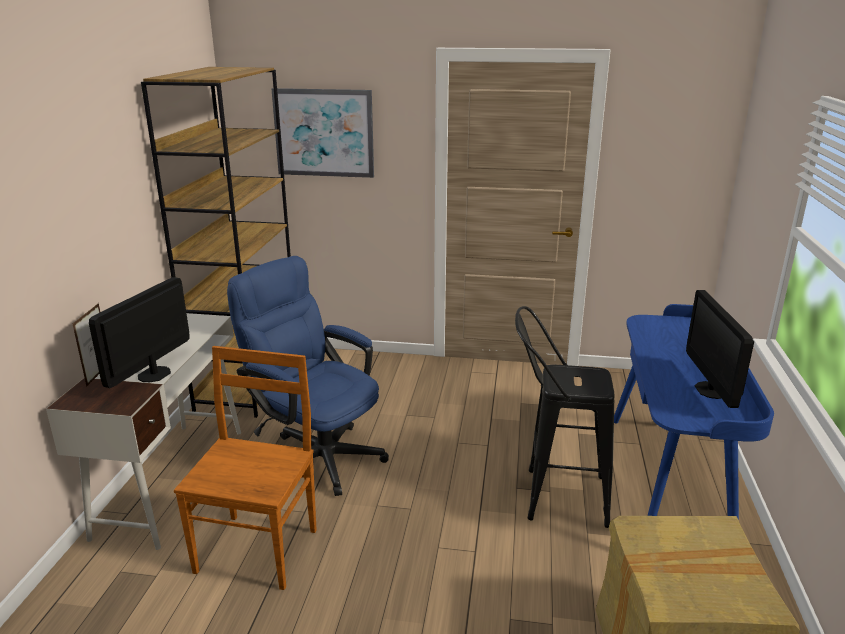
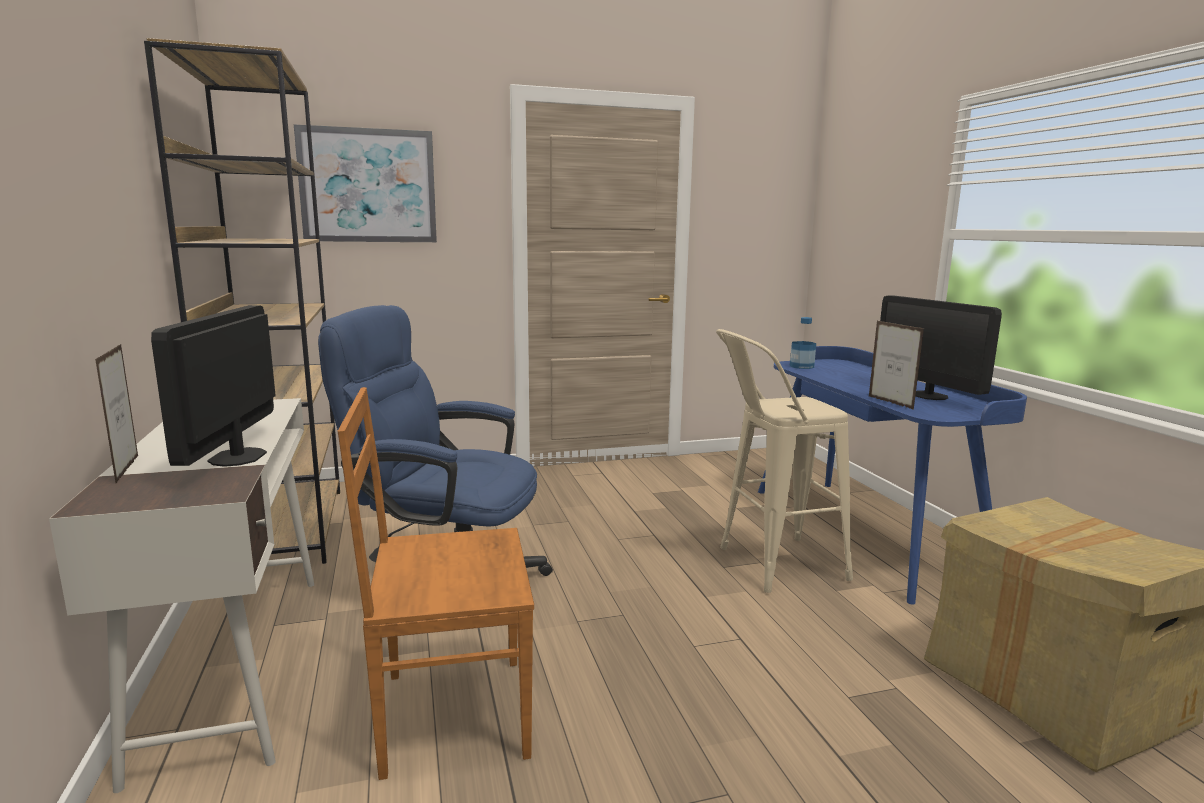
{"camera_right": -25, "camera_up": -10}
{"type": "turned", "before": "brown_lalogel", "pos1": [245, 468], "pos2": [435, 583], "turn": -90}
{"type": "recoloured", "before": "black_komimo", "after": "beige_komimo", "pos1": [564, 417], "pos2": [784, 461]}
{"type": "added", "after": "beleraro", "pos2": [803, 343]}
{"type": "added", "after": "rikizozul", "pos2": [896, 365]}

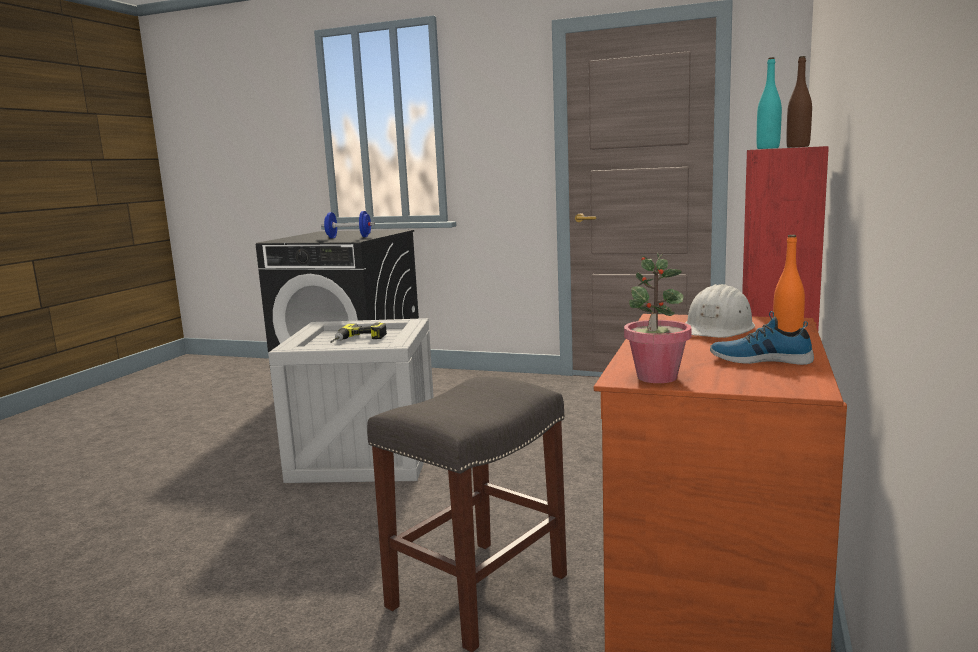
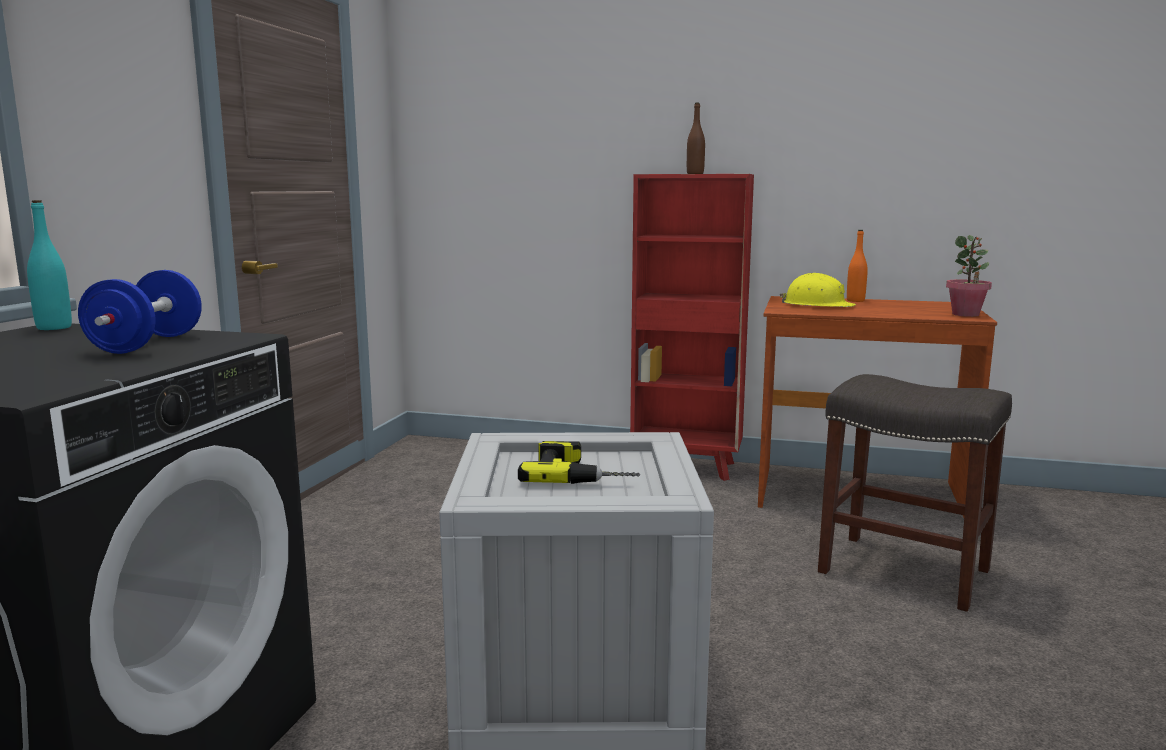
{"camera_right": -95, "camera_up": 0}
{"type": "recoloured", "before": "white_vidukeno", "after": "yellow_vidukeno", "pos1": [720, 311], "pos2": [818, 290]}
{"type": "removed", "before": "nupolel", "pos1": [762, 338]}
{"type": "moved", "before": "turquoise_beleraro", "pos1": [769, 103], "pos2": [49, 265]}

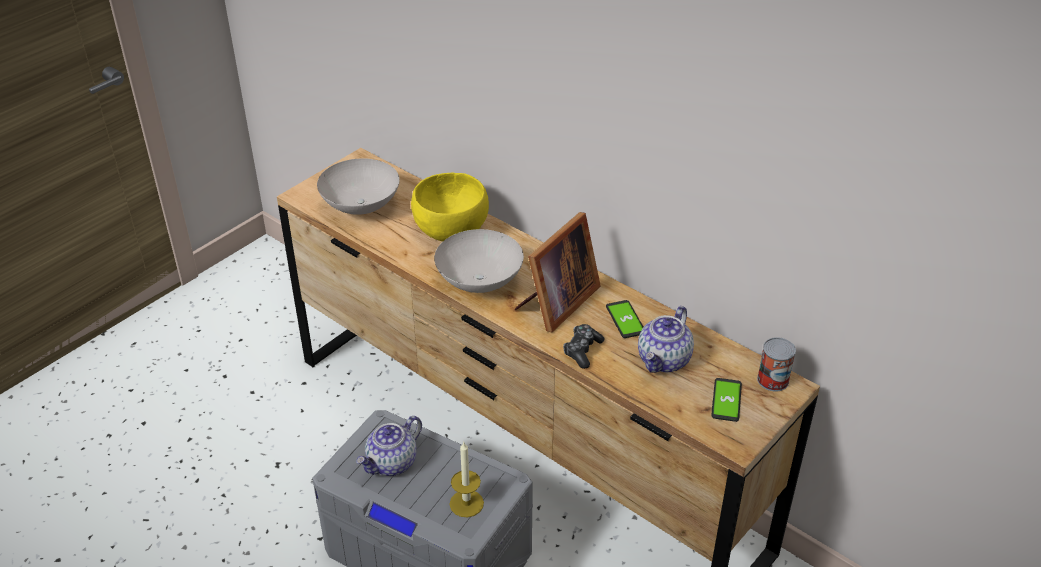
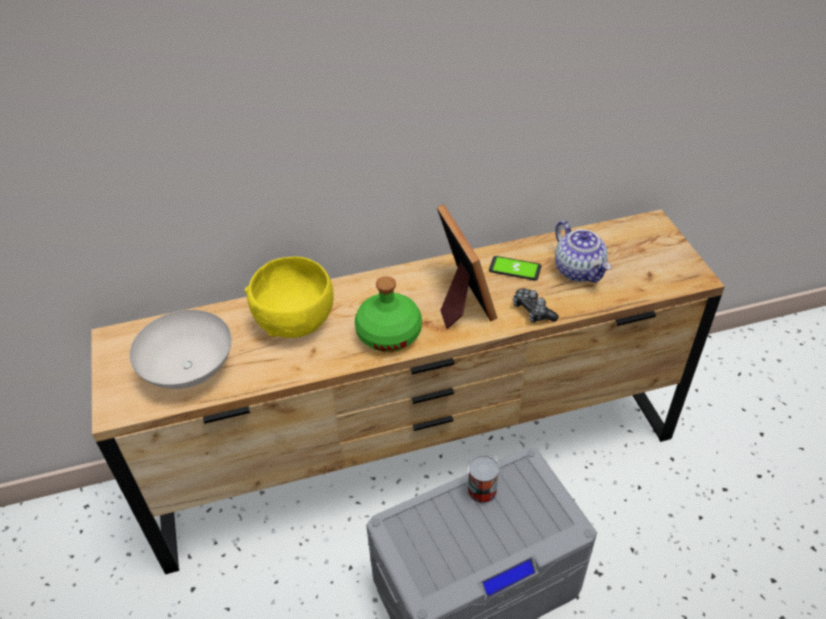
{"camera_right": -55, "camera_up": 5}
{"type": "removed", "before": "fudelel", "pos1": [389, 446]}
{"type": "replaced", "before": "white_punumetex", "after": "green_beleraro", "pos1": [479, 261], "pos2": [388, 314]}
{"type": "removed", "before": "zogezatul", "pos1": [467, 479]}
{"type": "removed", "before": "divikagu", "pos1": [726, 400]}
{"type": "moved", "before": "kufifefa", "pos1": [776, 364], "pos2": [483, 479]}

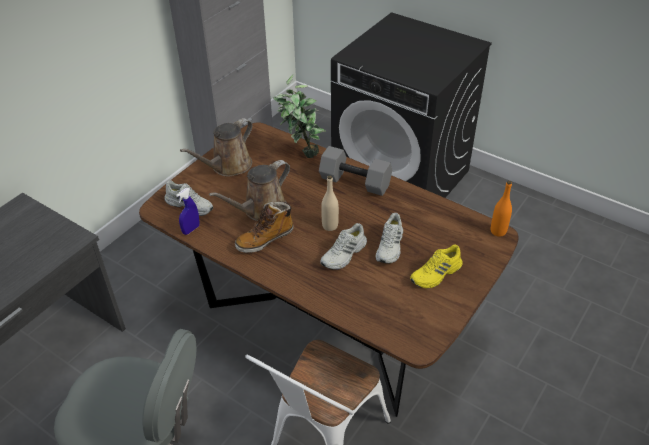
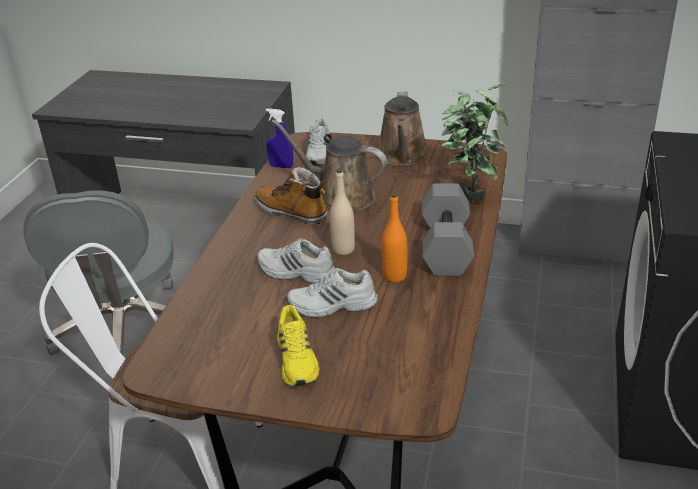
{"camera_right": 70, "camera_up": -10}
{"type": "turned", "before": "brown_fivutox", "pos1": [216, 147], "pos2": [404, 128], "turn": -105}
{"type": "turned", "before": "yellow_nupolel", "pos1": [436, 266], "pos2": [298, 345], "turn": -135}
{"type": "moved", "before": "orange_beleraro", "pos1": [501, 209], "pos2": [394, 238]}

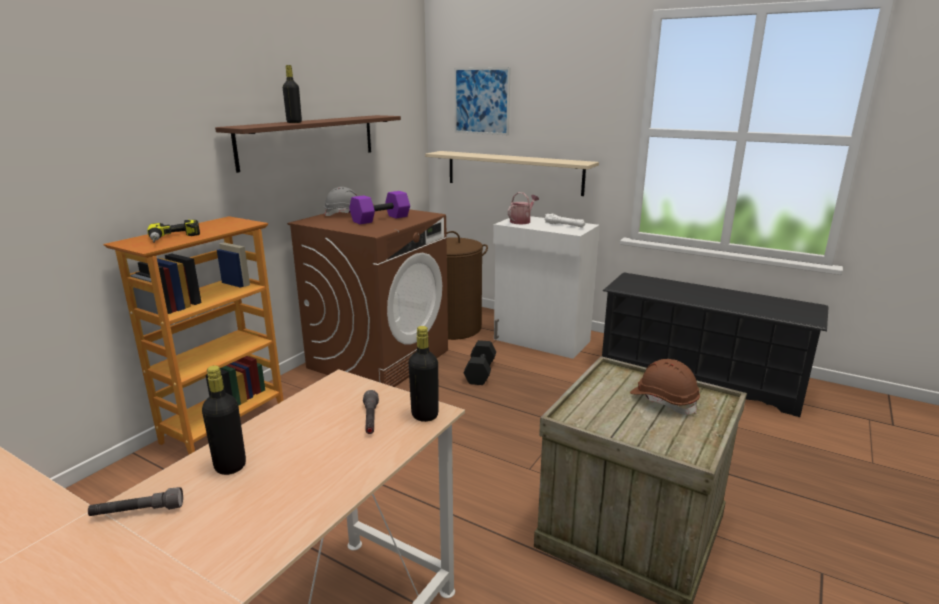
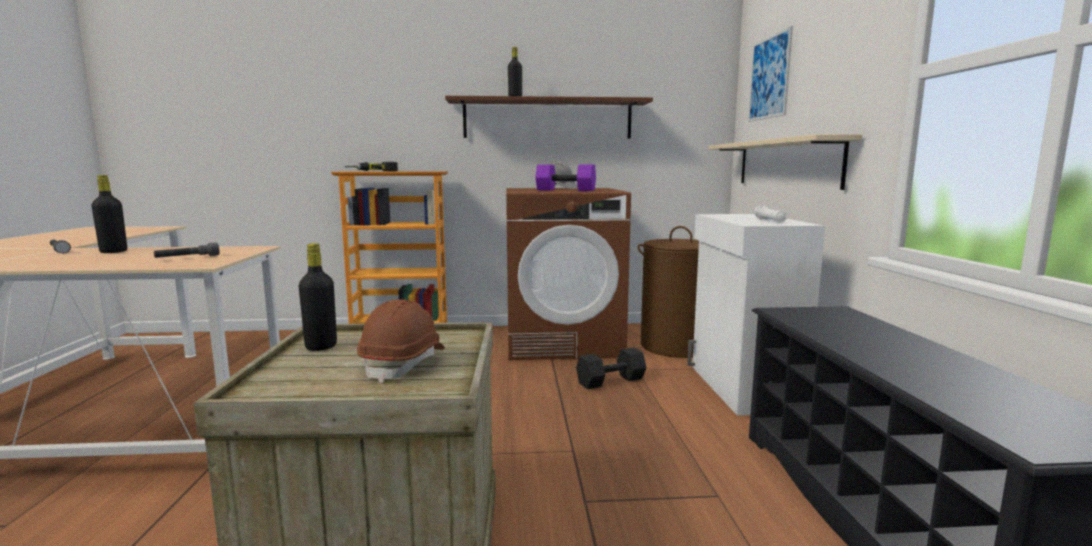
{"camera_right": 55, "camera_up": -10}
{"type": "moved", "before": "black_beleraro", "pos1": [423, 374], "pos2": [318, 297]}
{"type": "removed", "before": "fivutox", "pos1": [523, 208]}

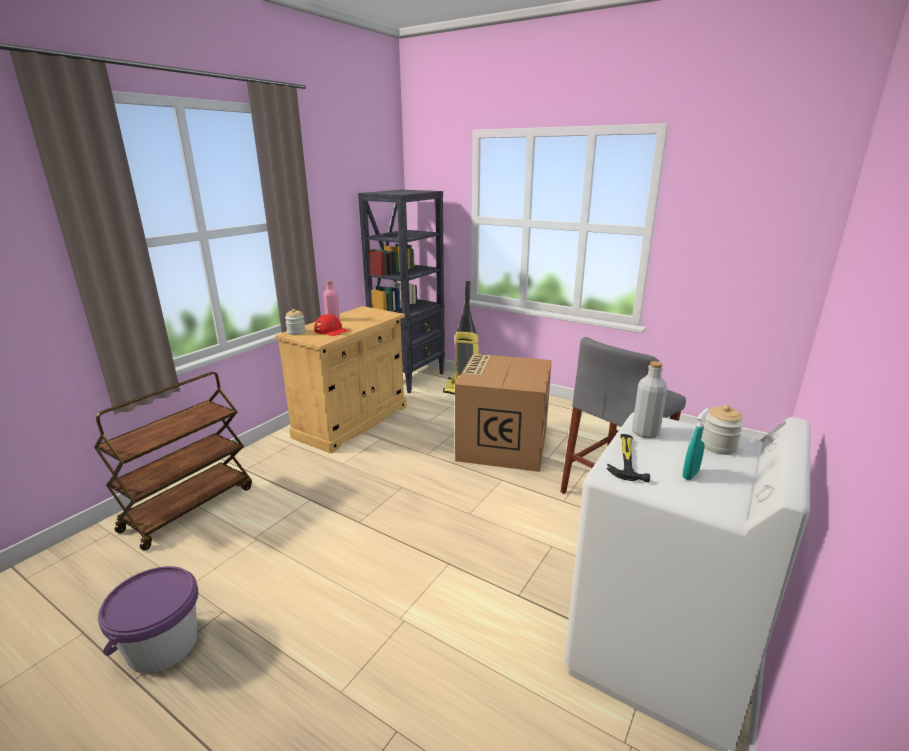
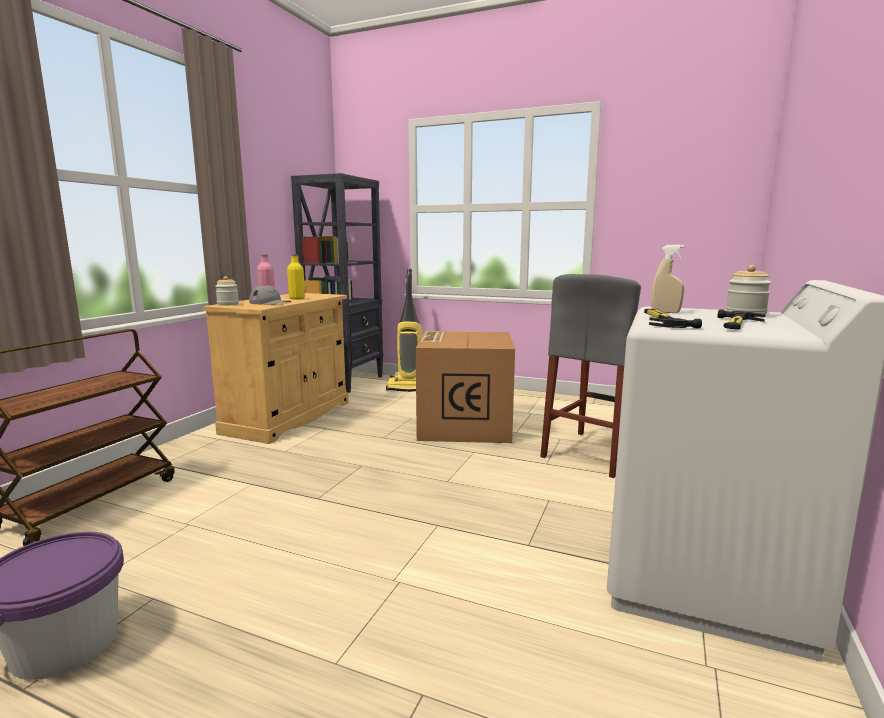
{"camera_right": -10, "camera_up": -10}
{"type": "recoloured", "before": "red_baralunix", "after": "grey_baralunix", "pos1": [332, 325], "pos2": [270, 295]}
{"type": "replaced", "before": "grey_beleraro", "after": "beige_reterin", "pos1": [649, 399], "pos2": [667, 279]}
{"type": "replaced", "before": "turquoise_reterin", "after": "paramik", "pos1": [695, 444], "pos2": [741, 319]}
{"type": "added", "after": "yellow_beleraro", "pos2": [296, 276]}

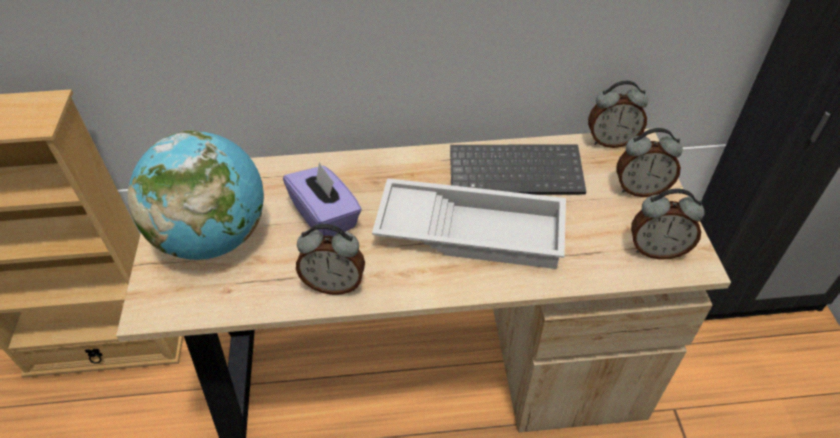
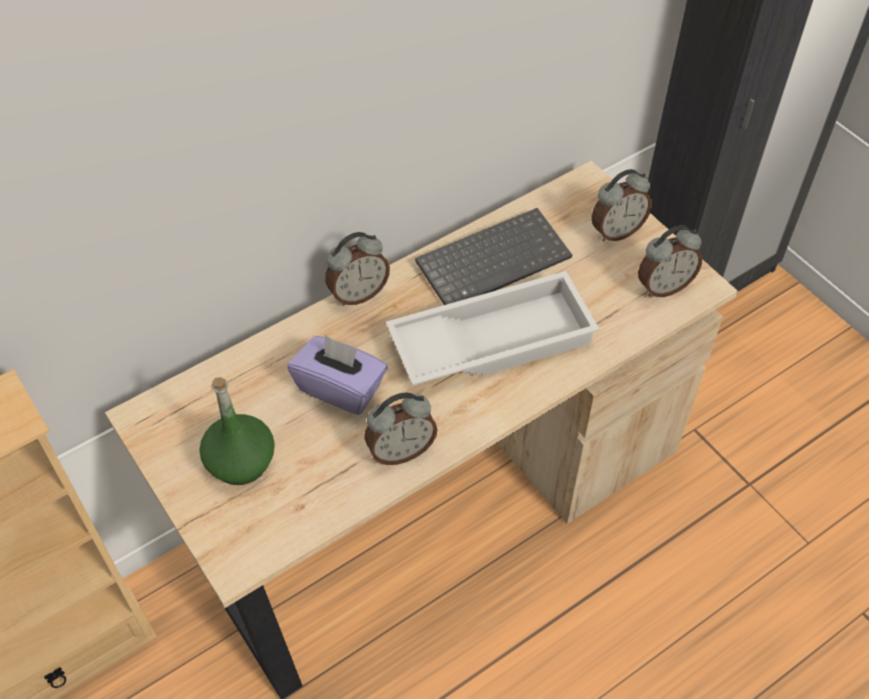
{"camera_right": -30, "camera_up": 5}
{"type": "replaced", "before": "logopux", "after": "green_beleraro", "pos1": [195, 195], "pos2": [237, 431]}
{"type": "moved", "before": "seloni", "pos1": [618, 114], "pos2": [357, 269]}

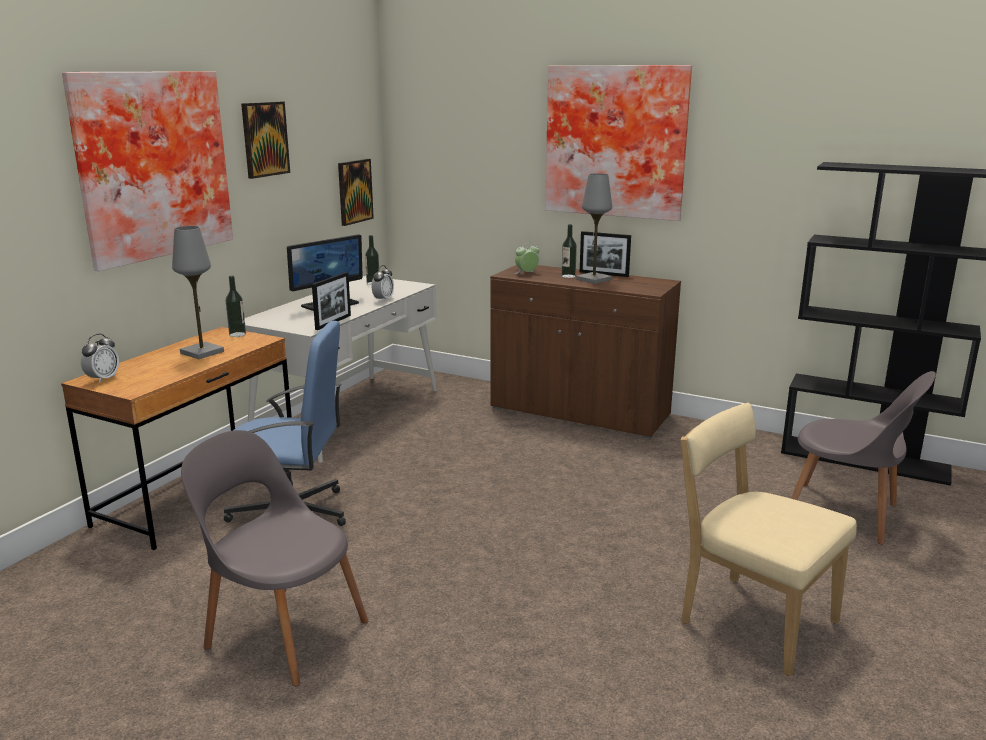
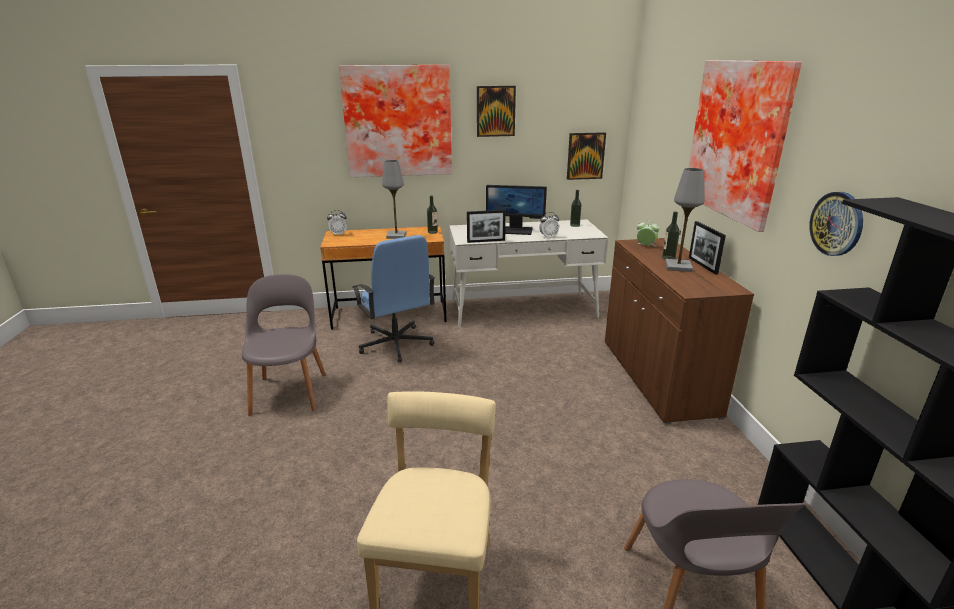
{"camera_right": 55, "camera_up": 5}
{"type": "added", "after": "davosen", "pos2": [836, 224]}

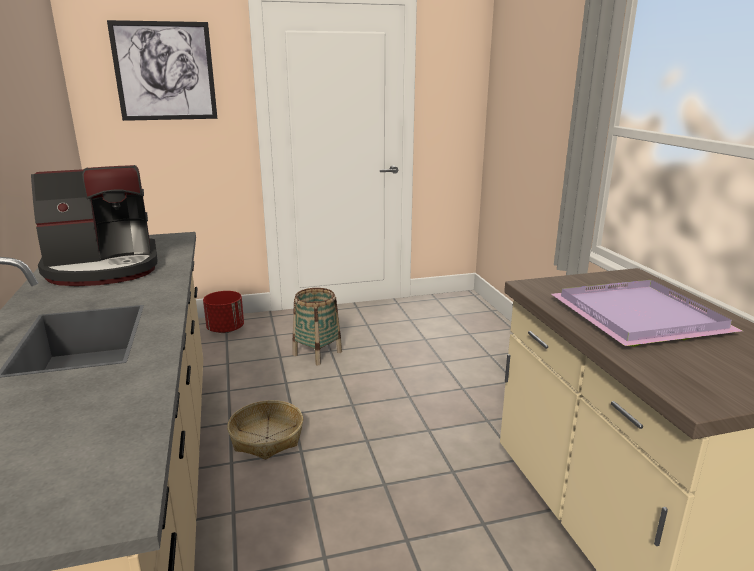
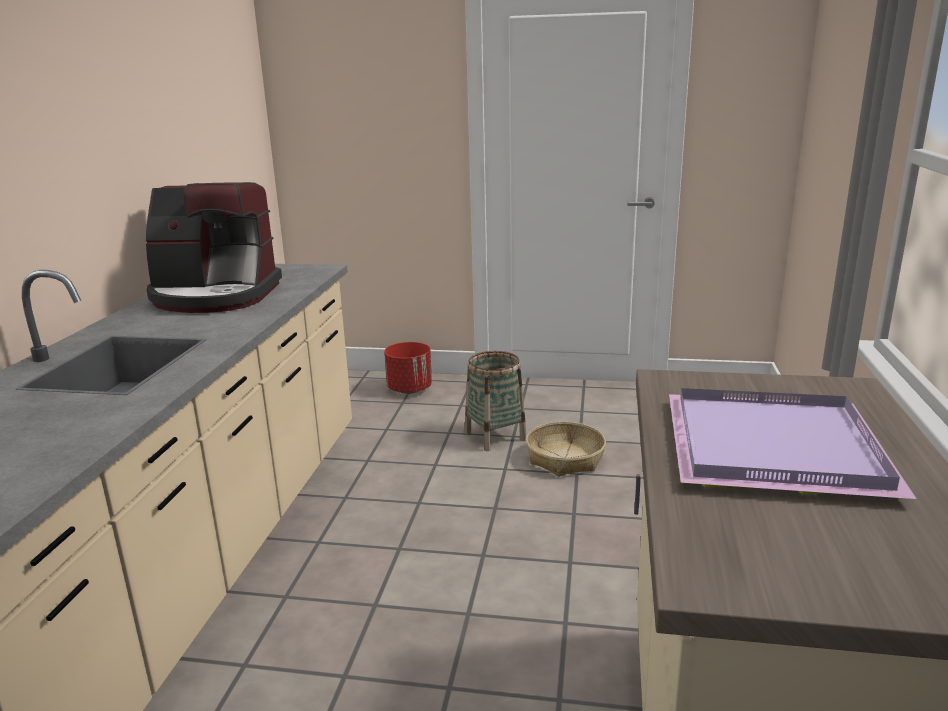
{"camera_right": 25, "camera_up": 0}
{"type": "removed", "before": "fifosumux", "pos1": [162, 70]}
{"type": "moved", "before": "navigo", "pos1": [265, 430], "pos2": [566, 449]}

